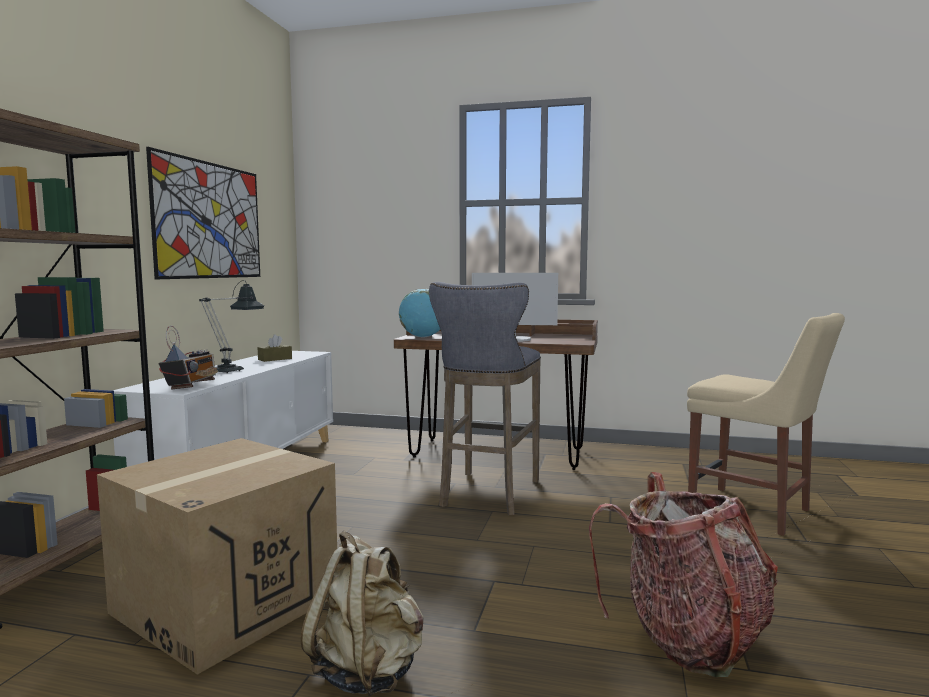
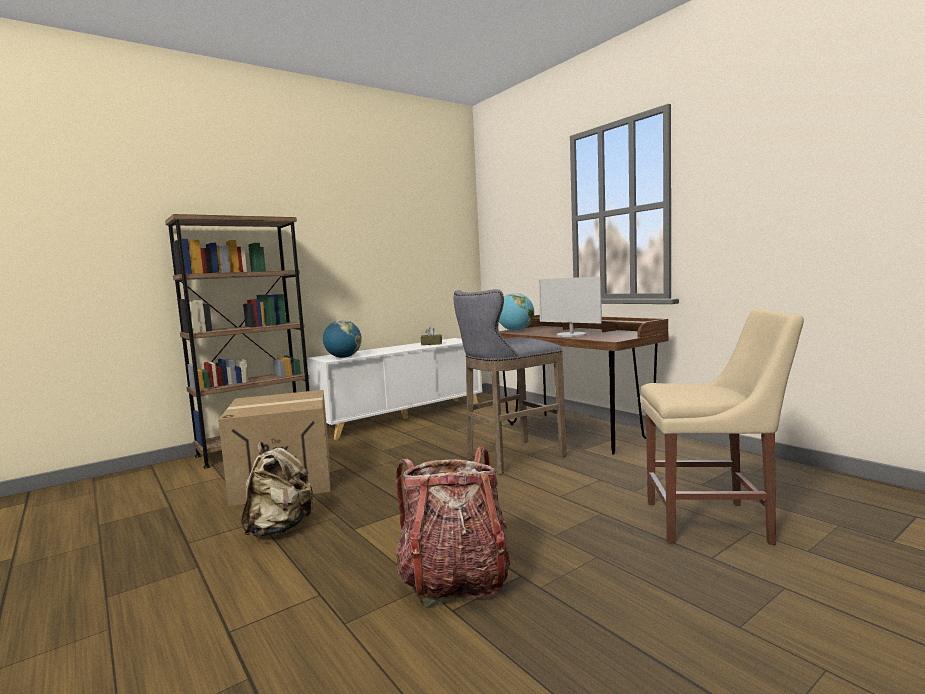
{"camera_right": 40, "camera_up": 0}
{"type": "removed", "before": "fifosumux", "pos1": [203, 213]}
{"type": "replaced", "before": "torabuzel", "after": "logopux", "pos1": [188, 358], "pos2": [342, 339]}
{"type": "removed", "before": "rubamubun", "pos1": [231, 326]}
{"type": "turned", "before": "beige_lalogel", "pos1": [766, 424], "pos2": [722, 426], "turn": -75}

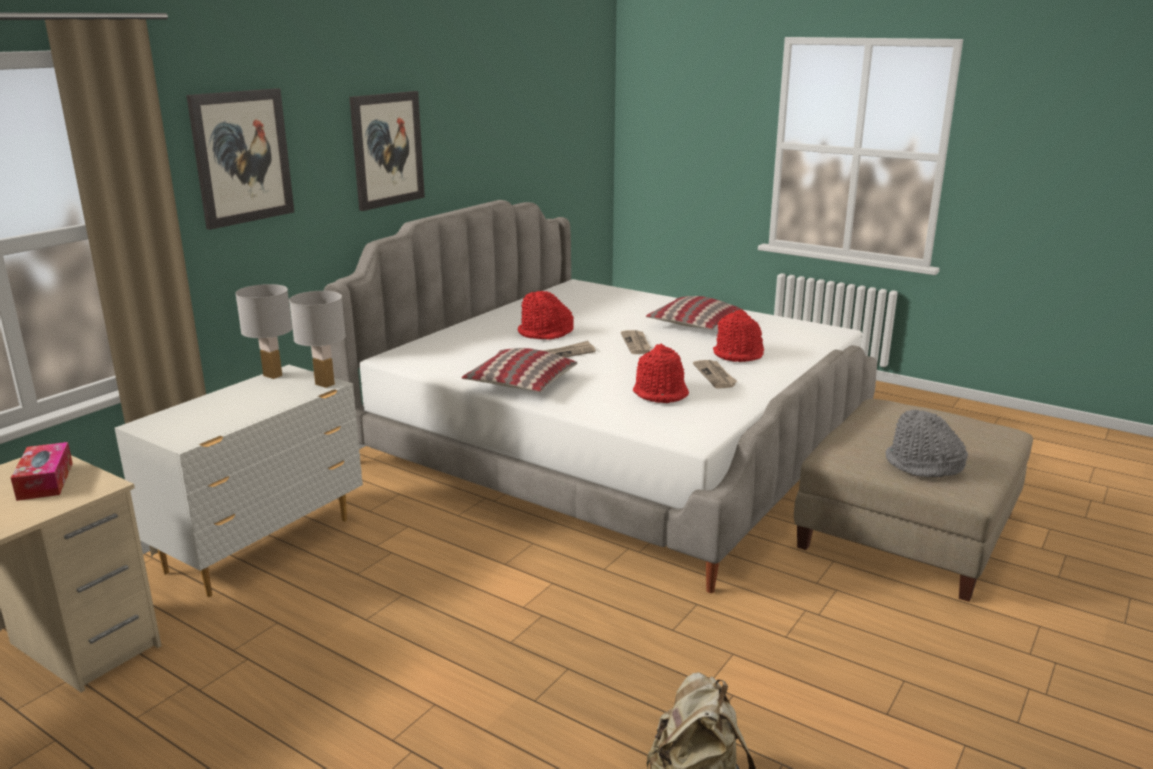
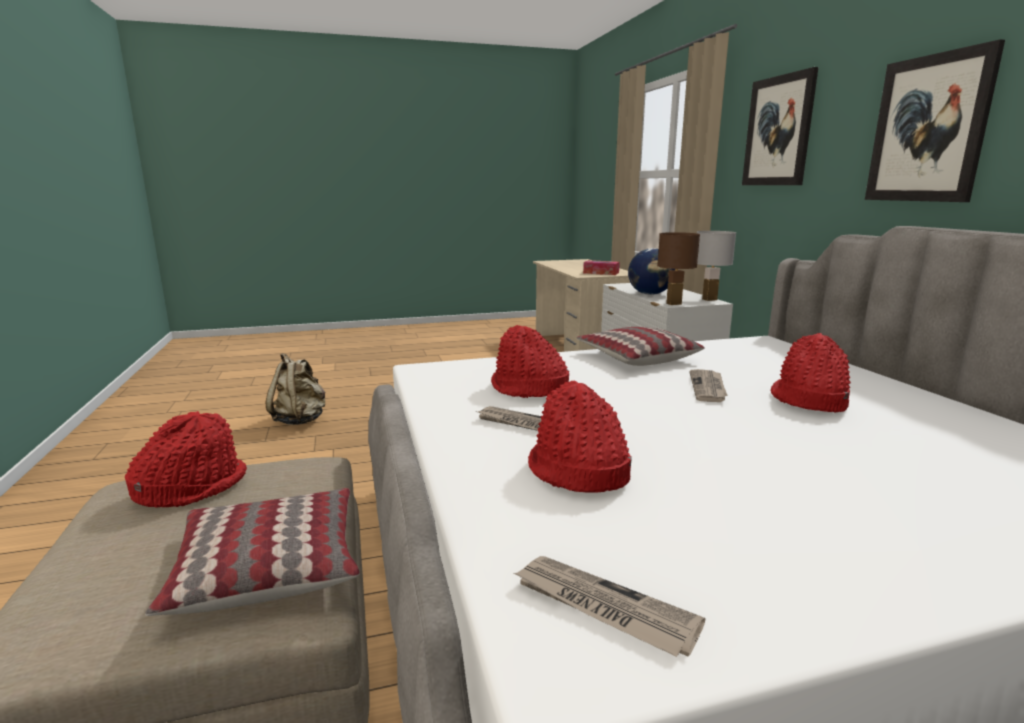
{"camera_right": 130, "camera_up": -5}
{"type": "recoloured", "before": "white_rubamubun", "after": "brown_rubamubun", "pos1": [317, 339], "pos2": [678, 268]}
{"type": "moved", "before": "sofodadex", "pos1": [636, 342], "pos2": [609, 606]}
{"type": "moved", "before": "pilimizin", "pos1": [694, 312], "pos2": [252, 552]}
{"type": "recoloured", "before": "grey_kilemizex", "after": "red_kilemizex", "pos1": [927, 444], "pos2": [186, 459]}
{"type": "added", "after": "logopux", "pos2": [651, 271]}

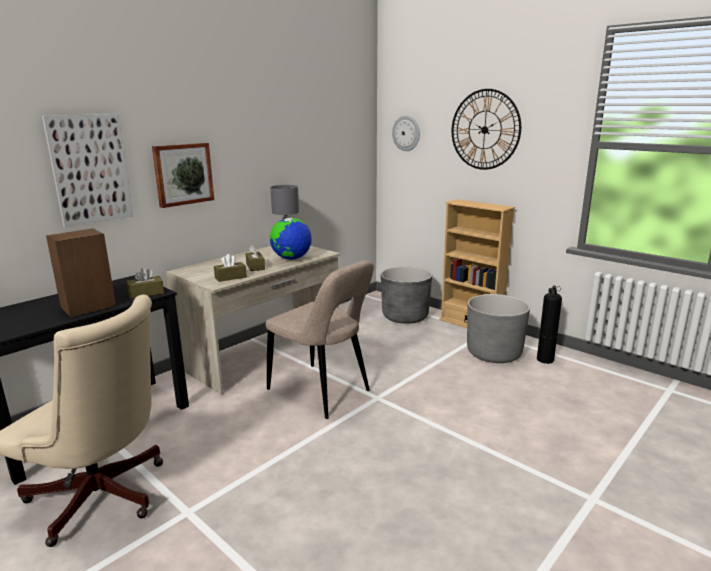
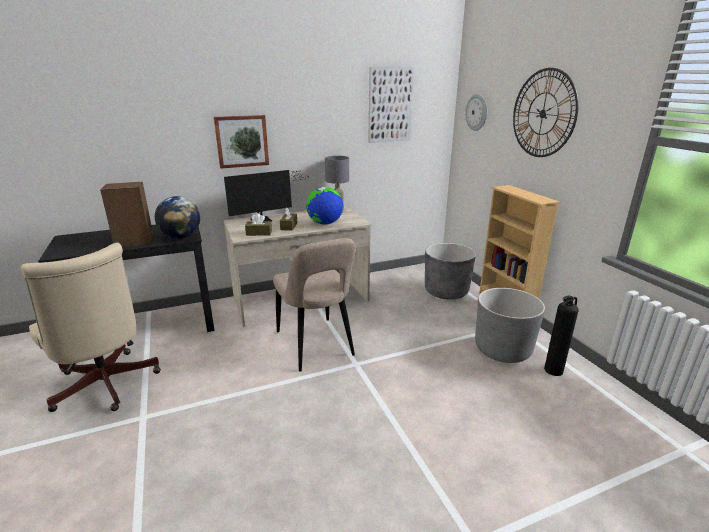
{"camera_right": 25, "camera_up": 5}
{"type": "moved", "before": "fifosumux", "pos1": [87, 170], "pos2": [391, 105]}
{"type": "replaced", "before": "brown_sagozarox", "after": "logopux", "pos1": [145, 283], "pos2": [177, 217]}
{"type": "added", "after": "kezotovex", "pos2": [266, 195]}

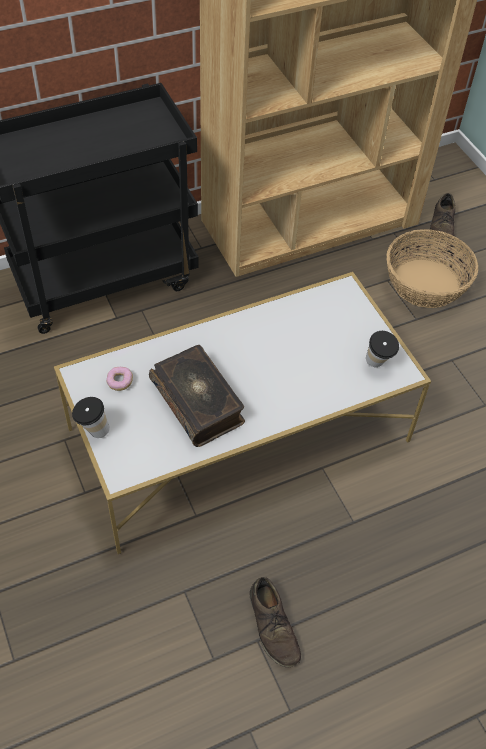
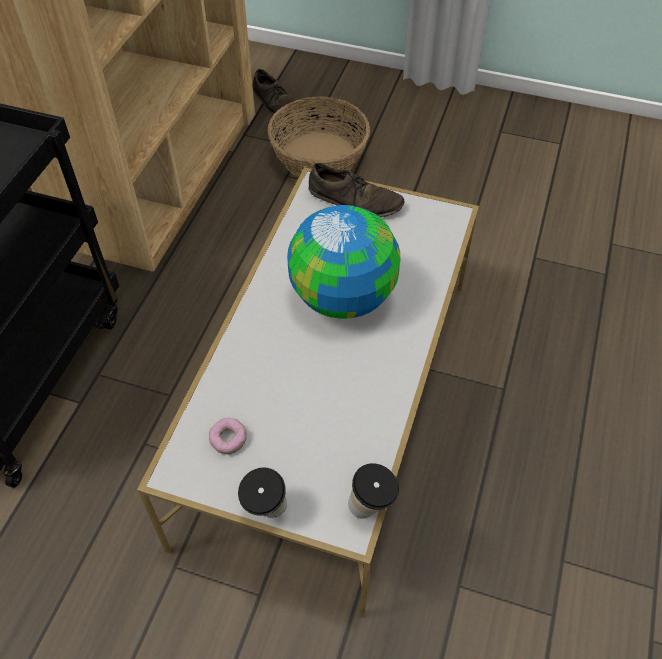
{"camera_right": -45, "camera_up": 0}
{"type": "removed", "before": "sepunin", "pos1": [197, 396]}
{"type": "moved", "before": "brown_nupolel", "pos1": [275, 622], "pos2": [356, 190]}
{"type": "moved", "before": "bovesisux", "pos1": [382, 349], "pos2": [373, 491]}
{"type": "added", "after": "logopux", "pos2": [343, 262]}

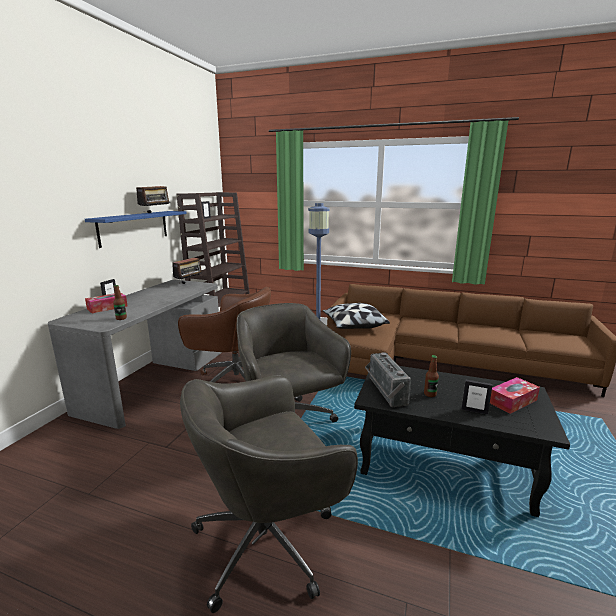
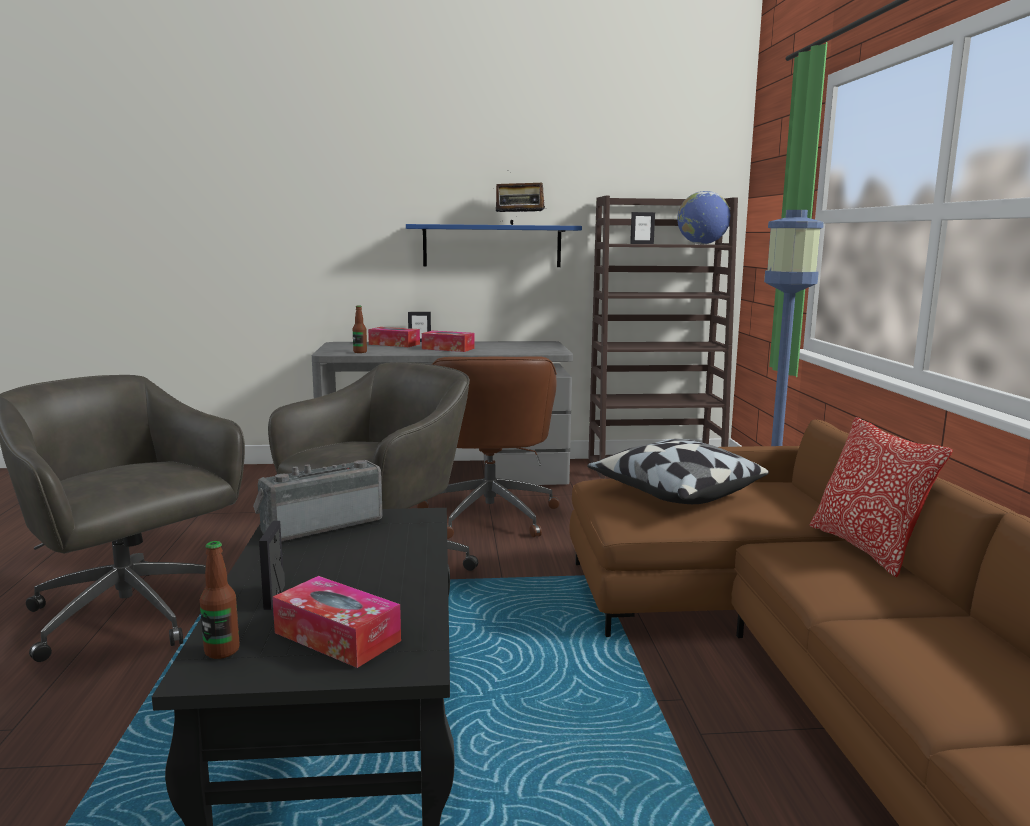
{"camera_right": 65, "camera_up": -5}
{"type": "removed", "before": "torabuzel", "pos1": [188, 271]}
{"type": "moved", "before": "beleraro", "pos1": [431, 376], "pos2": [220, 600]}
{"type": "added", "after": "sagozarox", "pos2": [448, 341]}
{"type": "added", "after": "logopux", "pos2": [703, 217]}
{"type": "added", "after": "pilimizin", "pos2": [881, 497]}

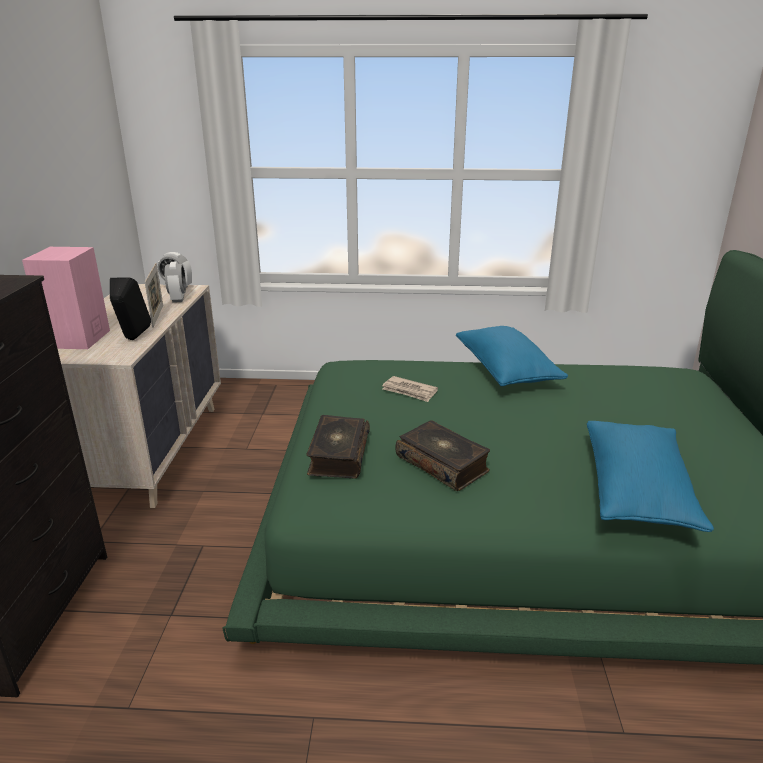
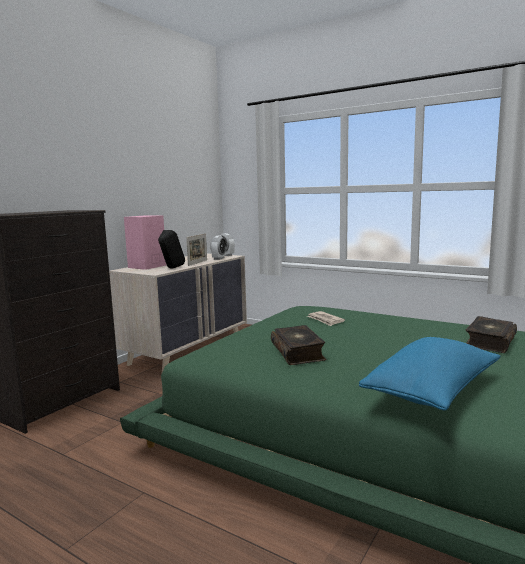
{"camera_right": 30, "camera_up": -15}
{"type": "moved", "before": "sepunin", "pos1": [338, 447], "pos2": [491, 334]}
{"type": "removed", "before": "blue_pilimizin", "pos1": [512, 356]}

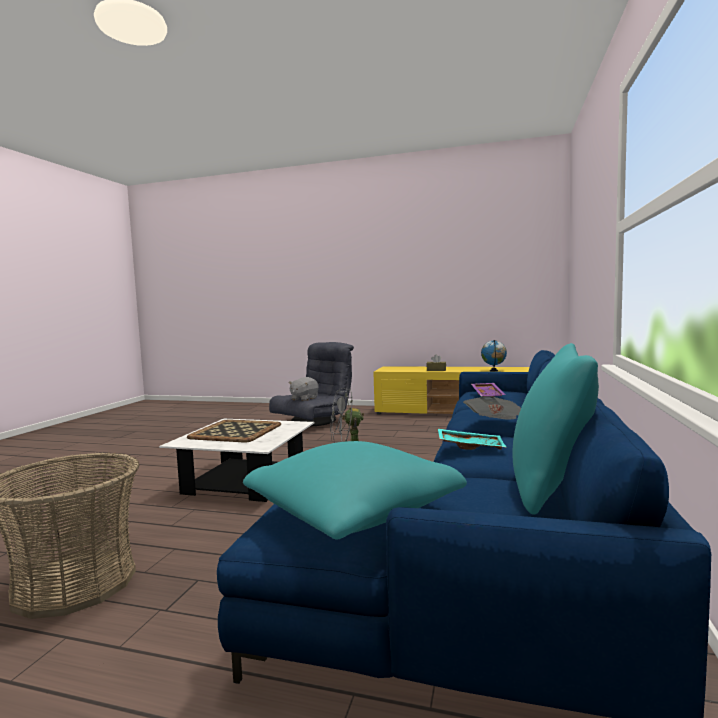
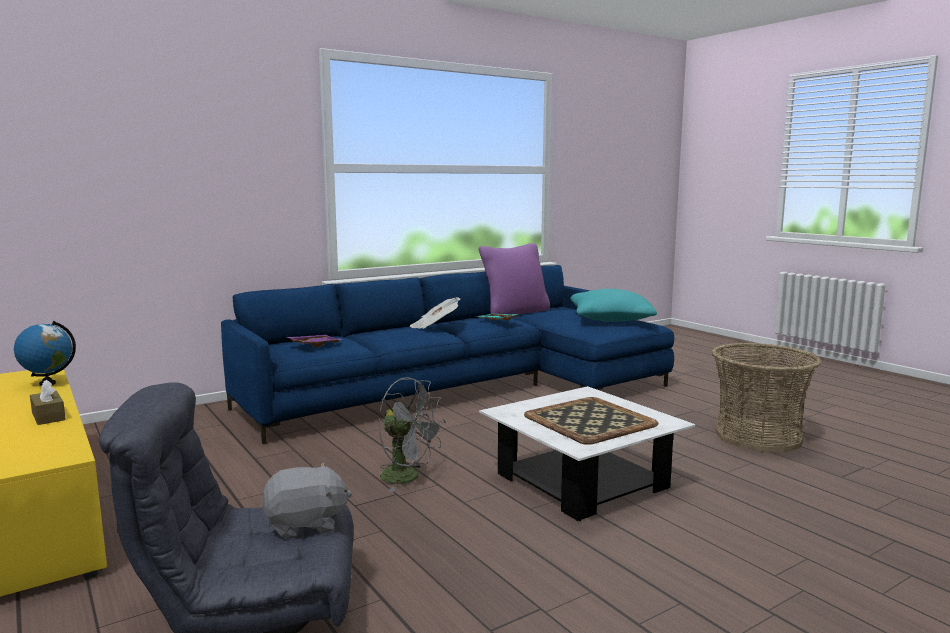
{"camera_right": -140, "camera_up": 5}
{"type": "recoloured", "before": "turquoise_pilimizin", "after": "purple_pilimizin", "pos1": [556, 429], "pos2": [514, 278]}

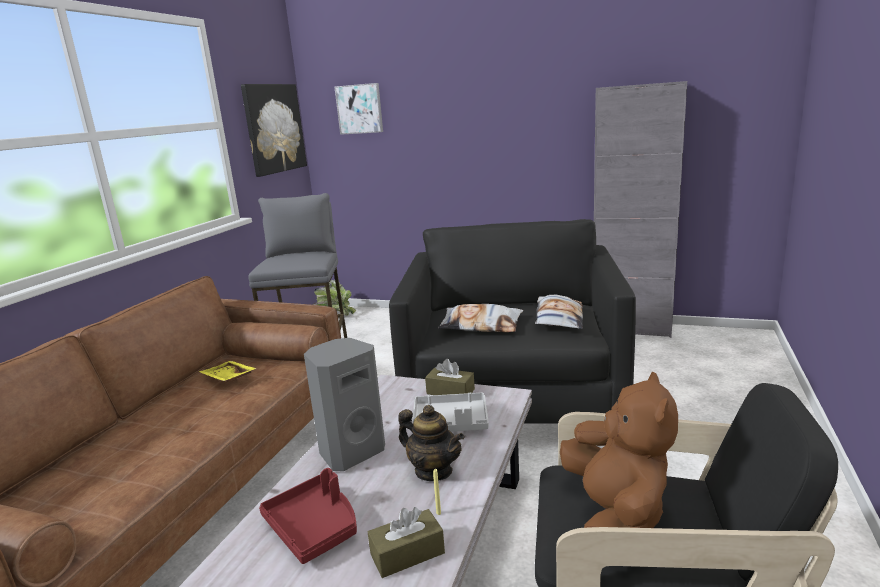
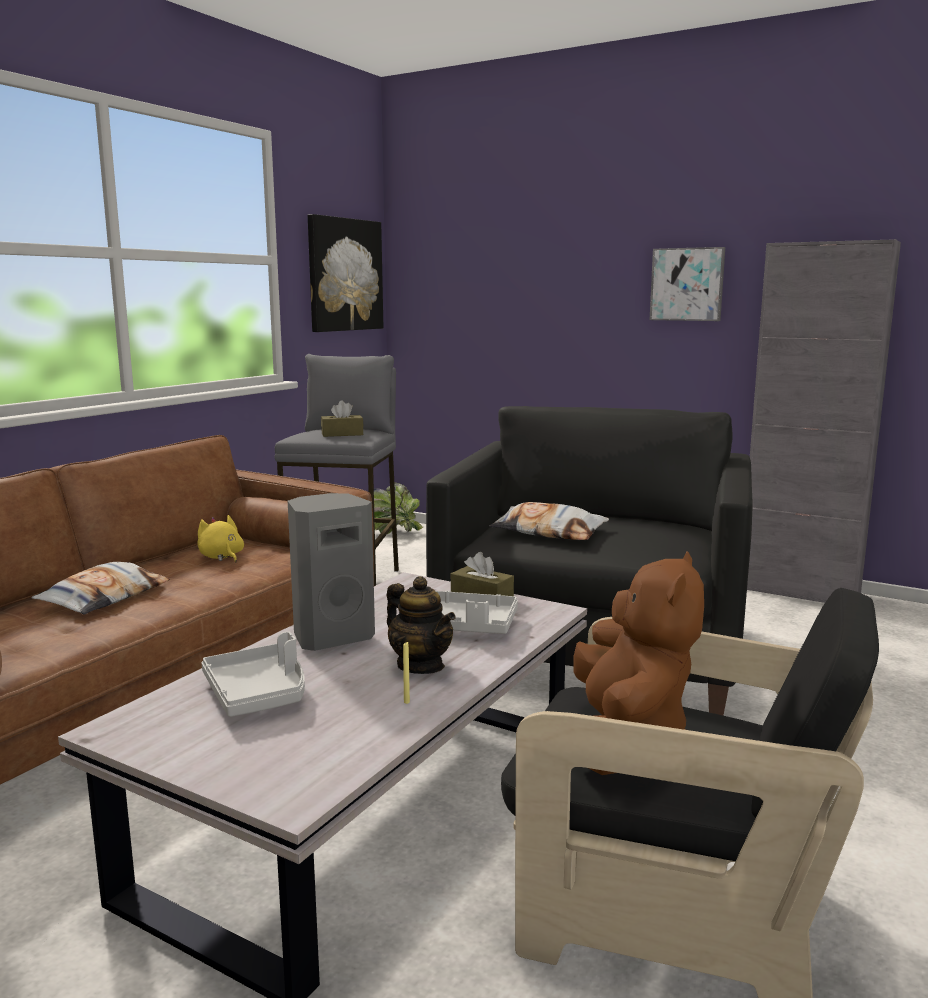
{"camera_right": 10, "camera_up": -5}
{"type": "replaced", "before": "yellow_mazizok", "after": "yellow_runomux", "pos1": [228, 371], "pos2": [220, 539]}
{"type": "recoloured", "before": "red_mazizok", "after": "grey_mazizok", "pos1": [308, 516], "pos2": [253, 674]}
{"type": "moved", "before": "fifosumux", "pos1": [359, 109], "pos2": [687, 284]}
{"type": "moved", "before": "brown_sagozarox", "pos1": [406, 542], "pos2": [342, 418]}
{"type": "moved", "before": "pilimizin", "pos1": [559, 312], "pos2": [100, 588]}

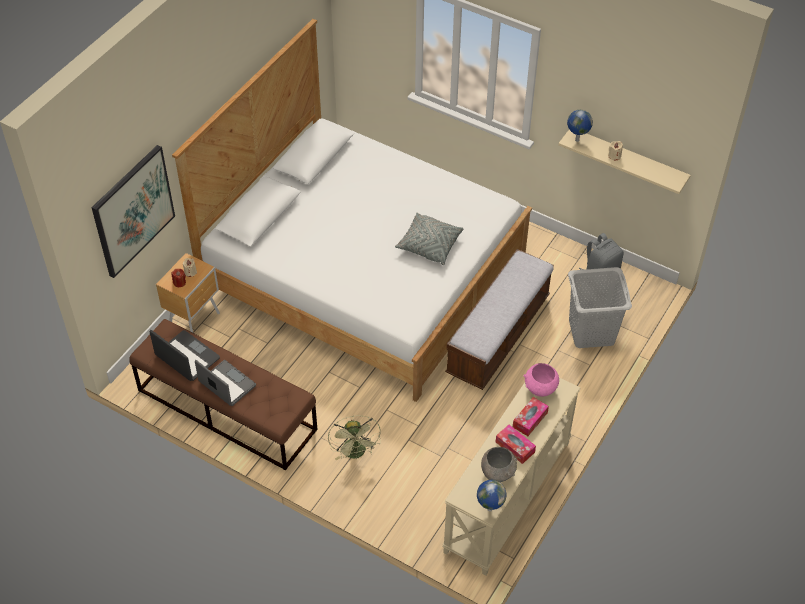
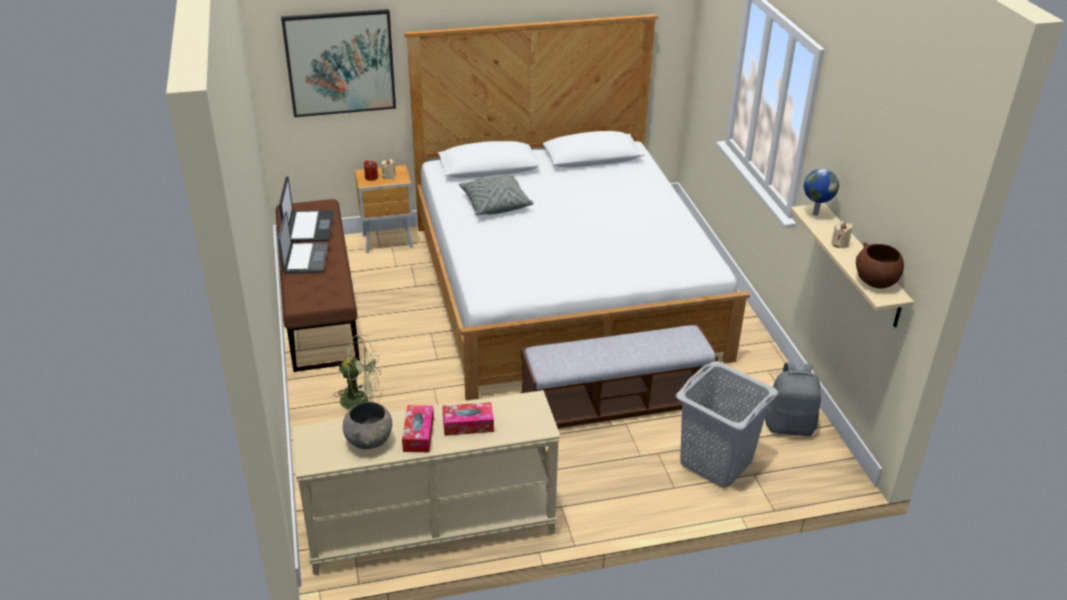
{"camera_right": 45, "camera_up": -15}
{"type": "turned", "before": "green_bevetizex", "pos1": [354, 437], "pos2": [357, 372], "turn": -120}
{"type": "moved", "before": "grey_pilimizin", "pos1": [429, 239], "pos2": [496, 195]}
{"type": "removed", "before": "logopux", "pos1": [491, 496]}
{"type": "removed", "before": "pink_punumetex", "pos1": [541, 380]}
{"type": "added", "after": "brown_punumetex", "pos2": [880, 266]}

